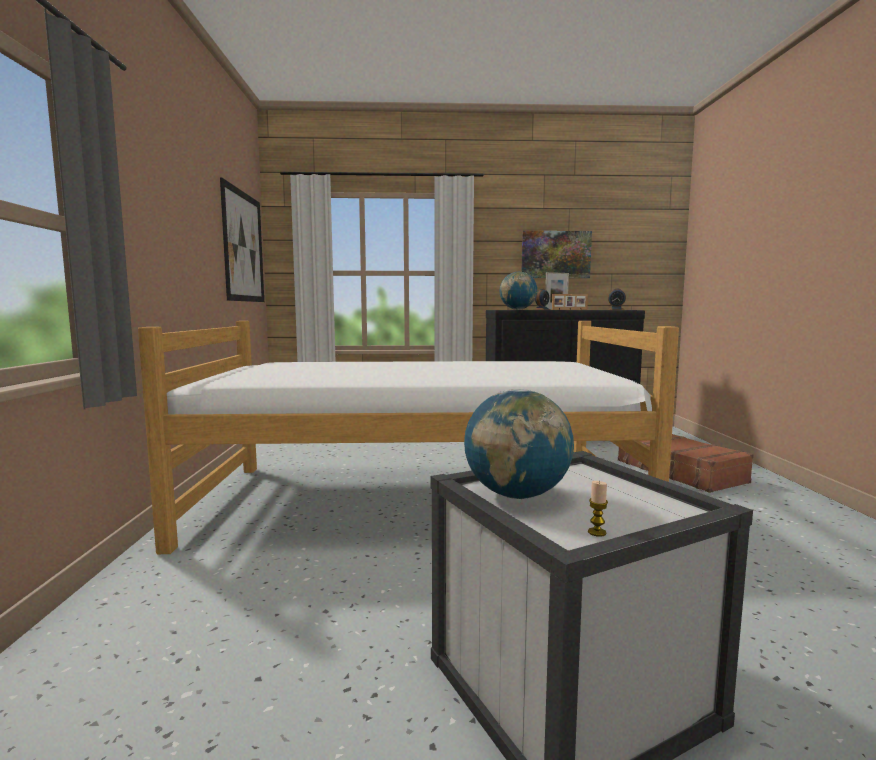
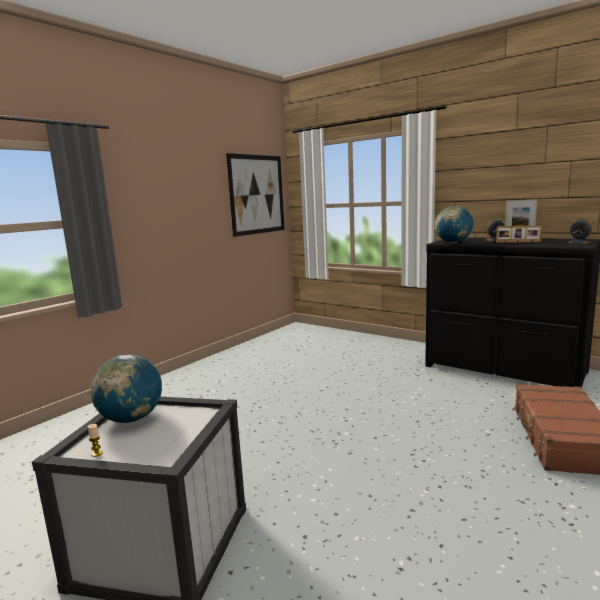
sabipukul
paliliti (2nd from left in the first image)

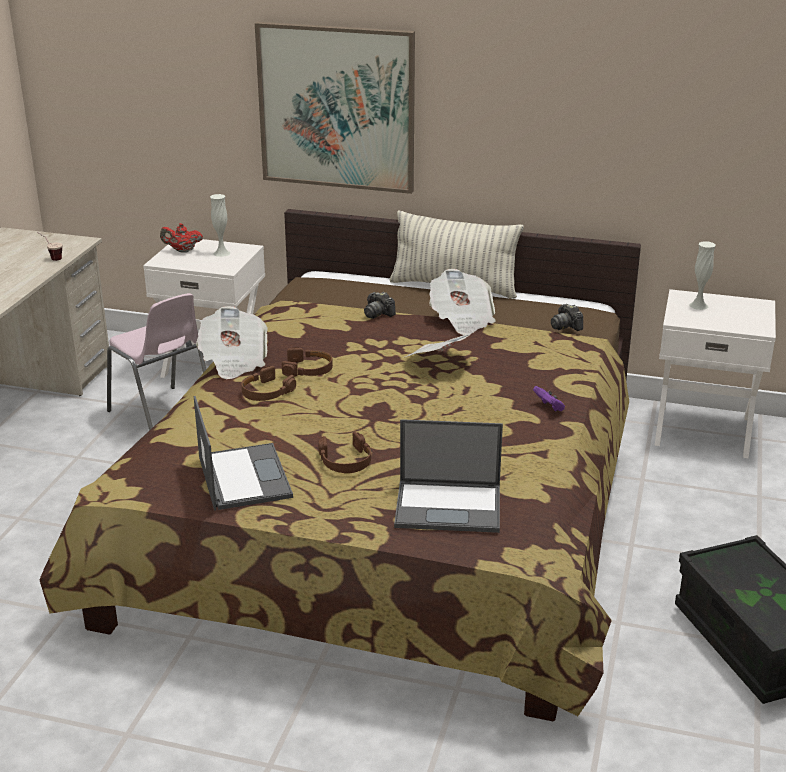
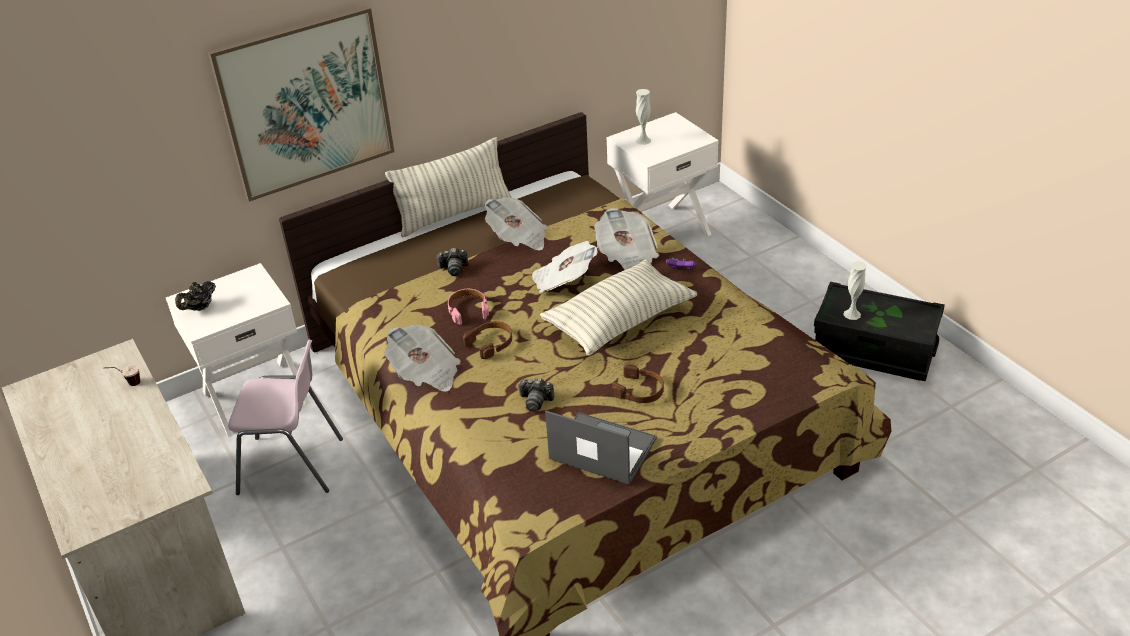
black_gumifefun
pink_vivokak
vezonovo (2nd from left)
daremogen (2nd from left)
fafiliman (4th from left)
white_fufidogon (2nd from left)
brown_vivokak (1st from left in the first image)
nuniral (2nd from left in the first image)

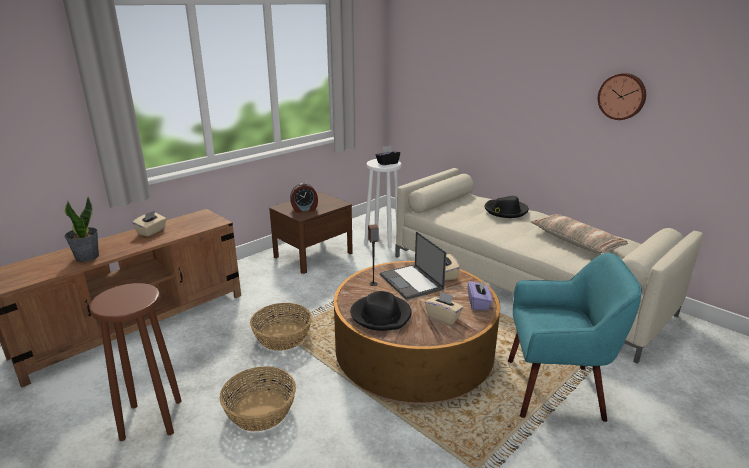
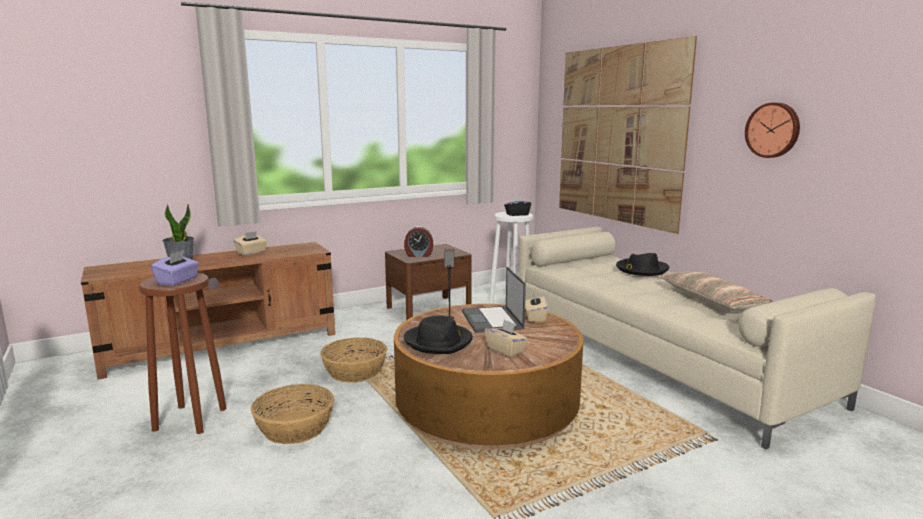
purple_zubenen
paliliti
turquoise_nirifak

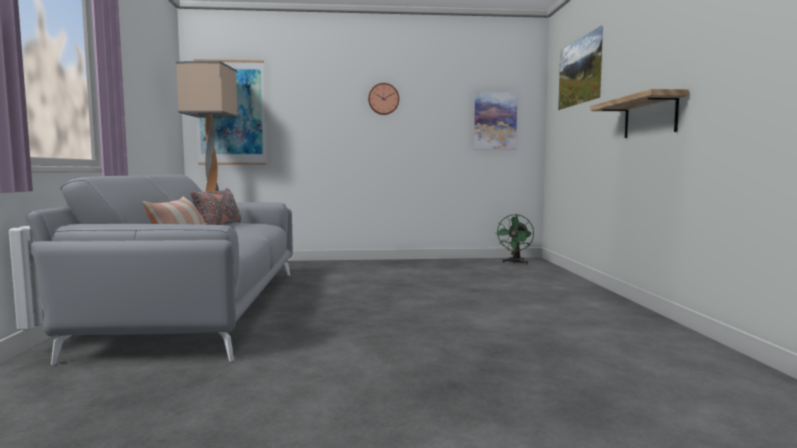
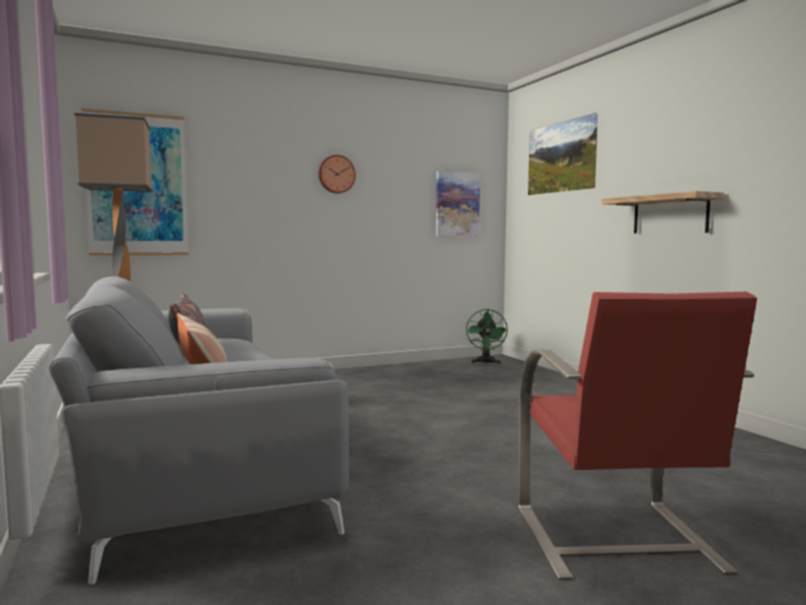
red_nirifak

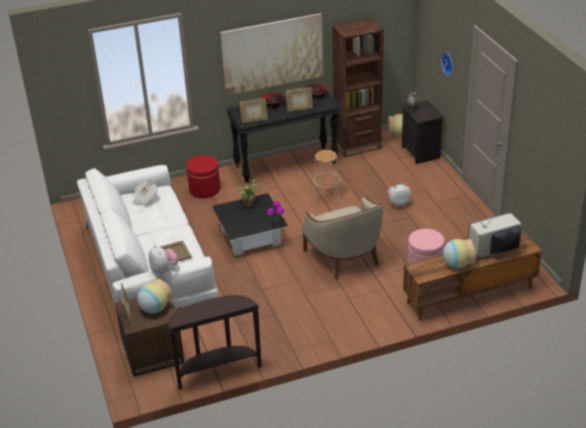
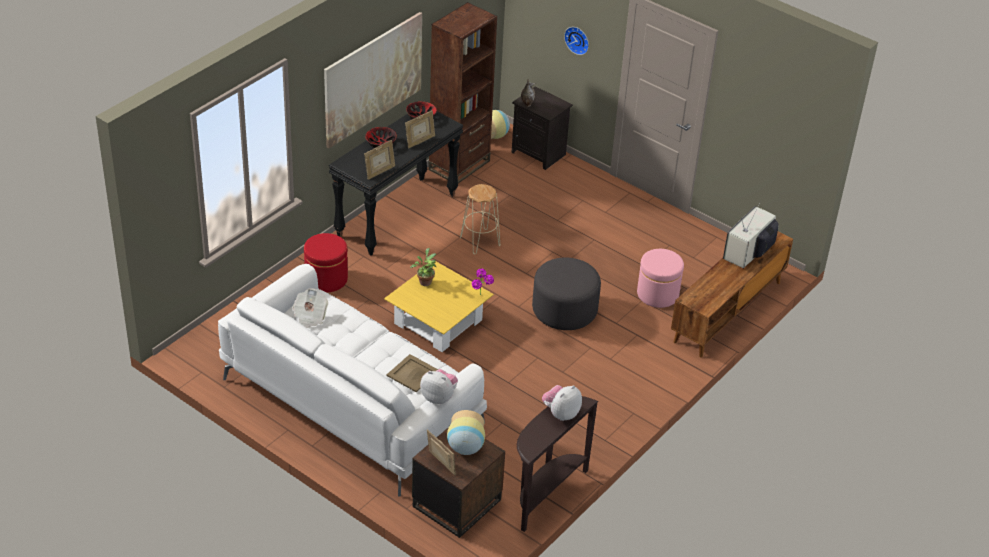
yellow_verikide
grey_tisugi
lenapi (2nd from left)
fufidogon (4th from left in the first image)

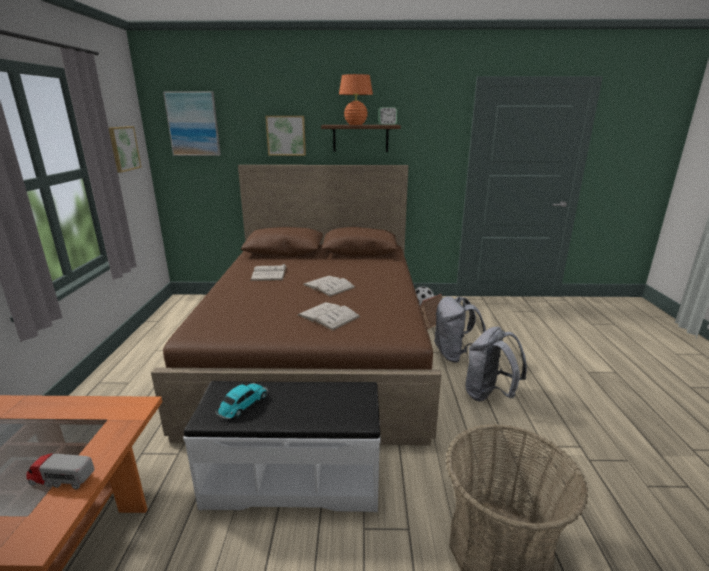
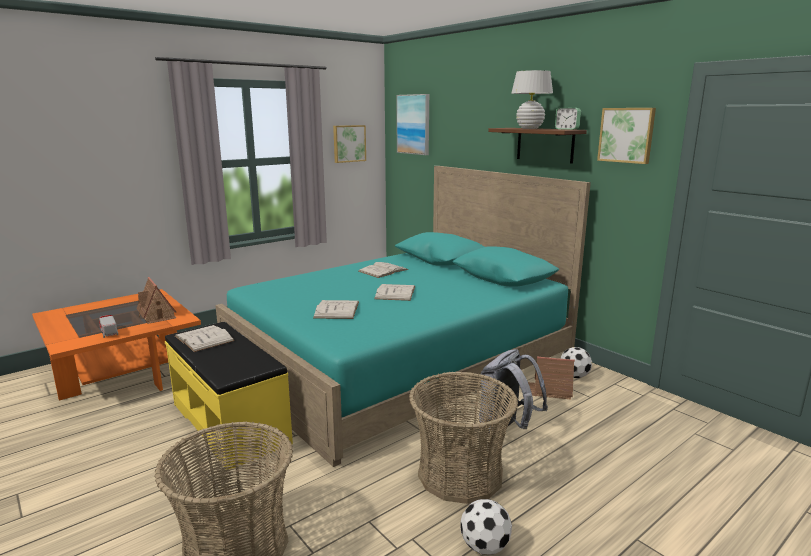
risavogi (1st from left)
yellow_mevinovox
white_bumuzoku (1st from left)
turquoise_sabipukul
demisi (2nd from left)
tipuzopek (1st from left)
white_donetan
paliliti (3rd from left)

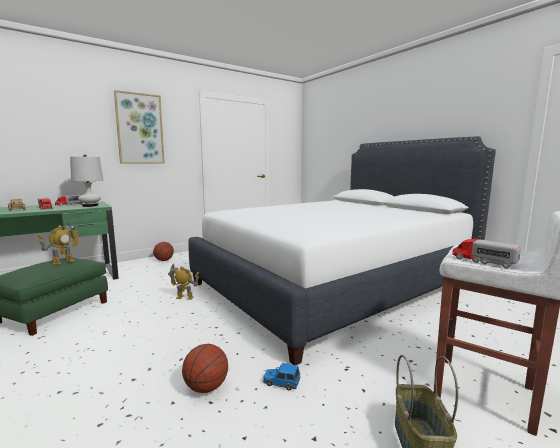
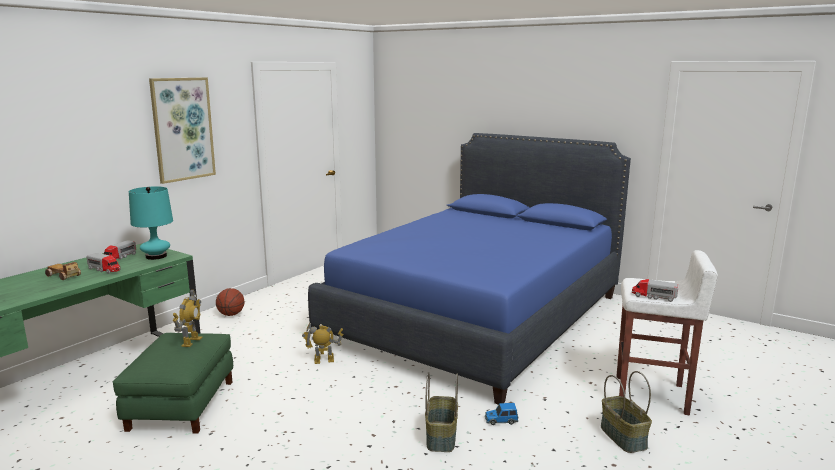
turquoise_donetan
blue_sabipukul
demisi (1st from left)

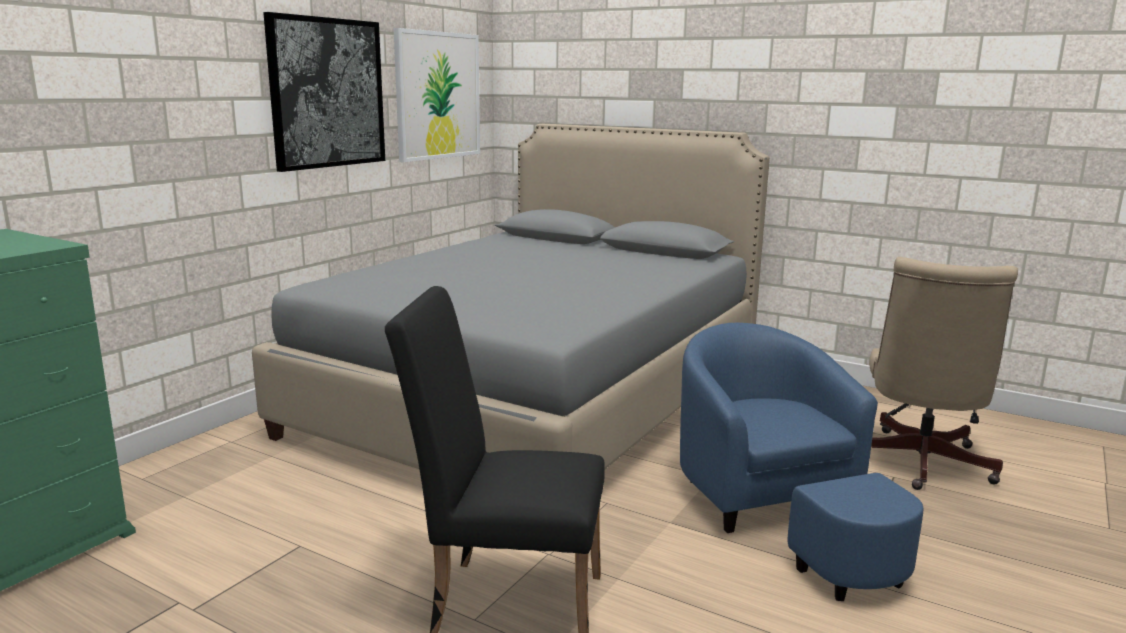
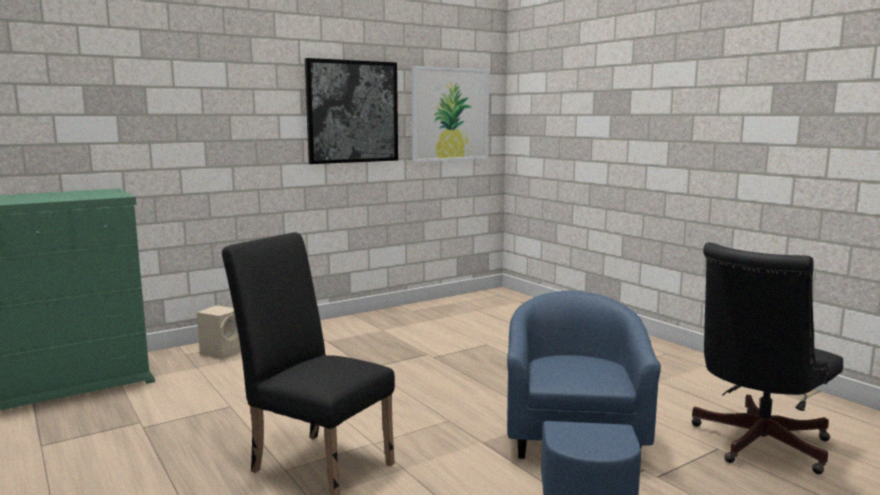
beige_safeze
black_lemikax
grey_sabipukul

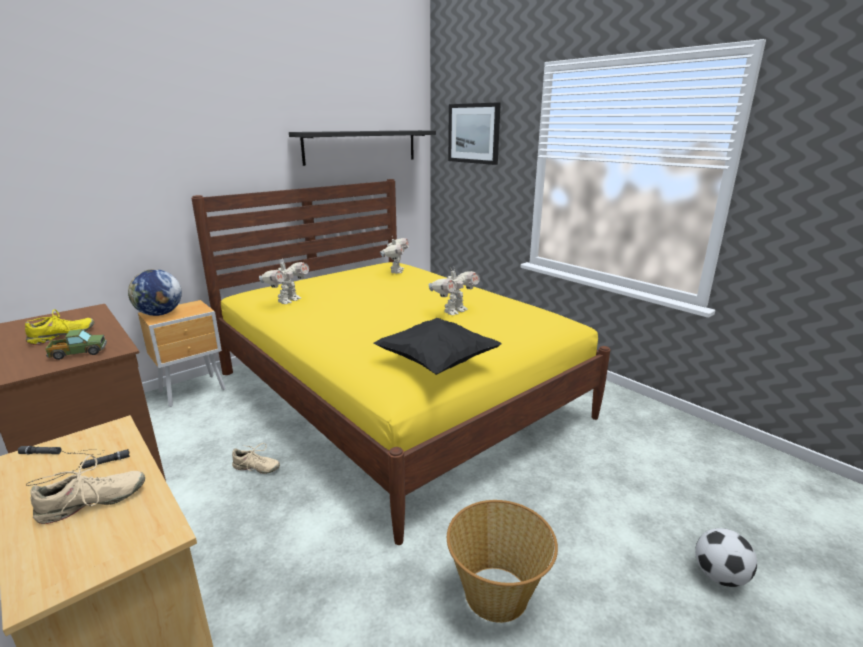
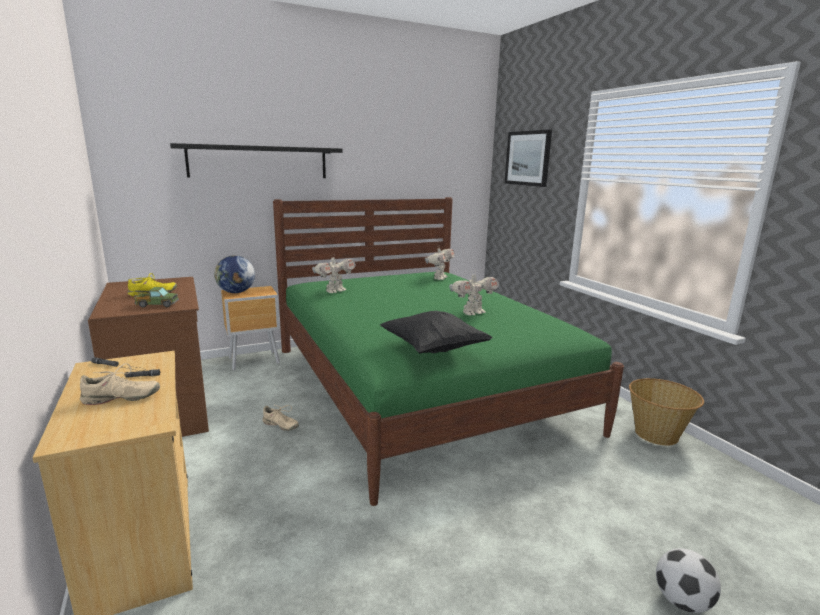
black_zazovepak
green_sabipukul
demisi

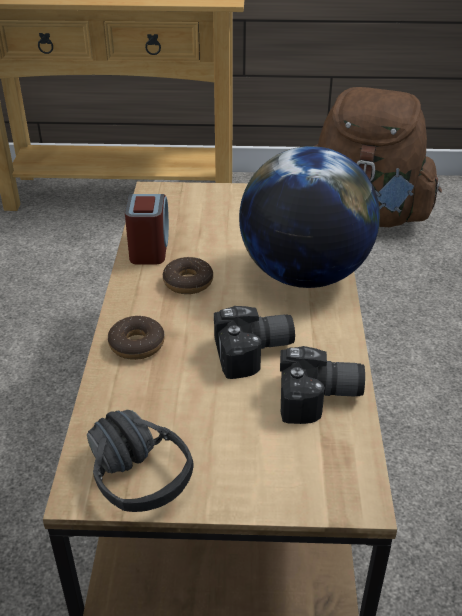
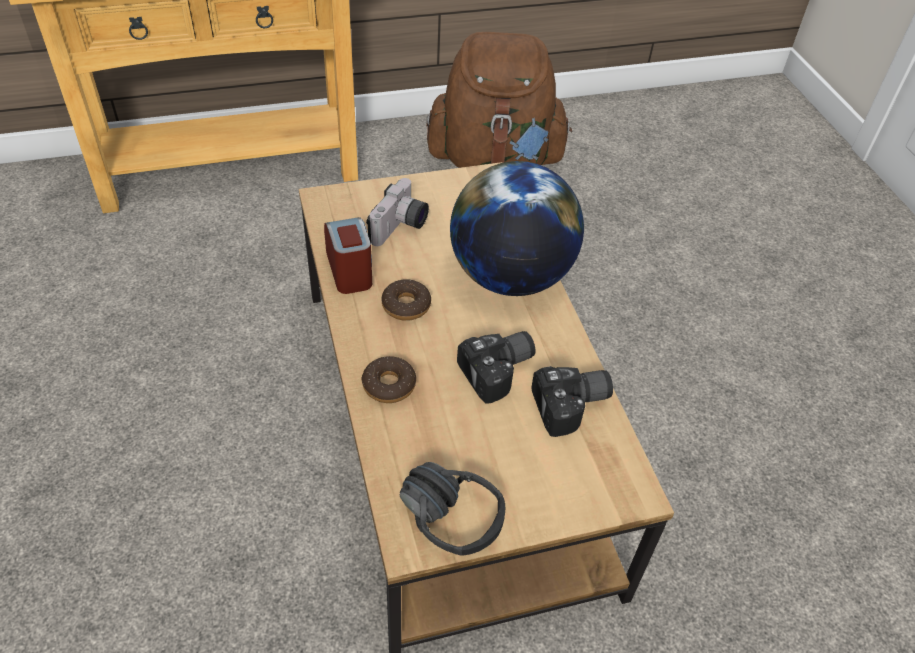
vezonovo (1st from left)

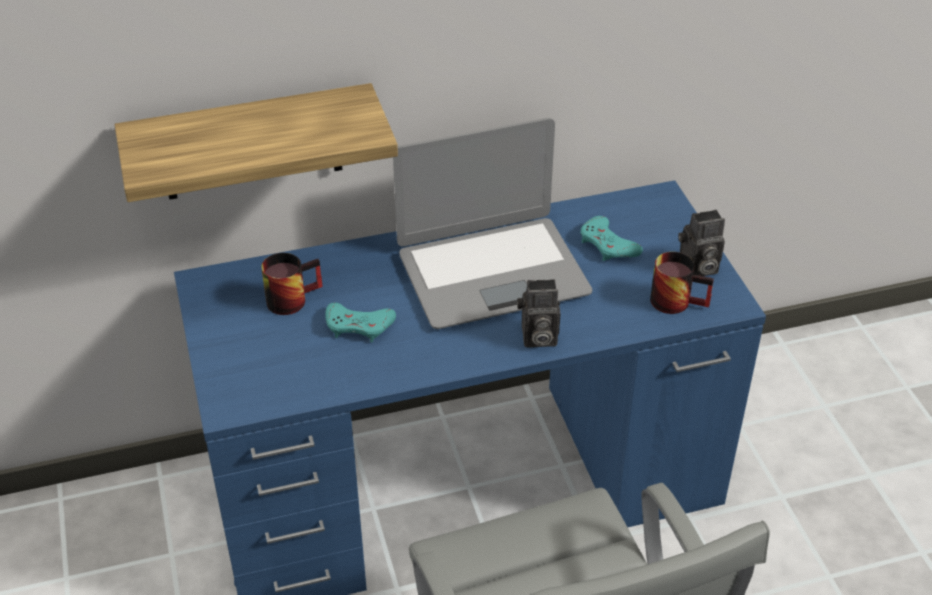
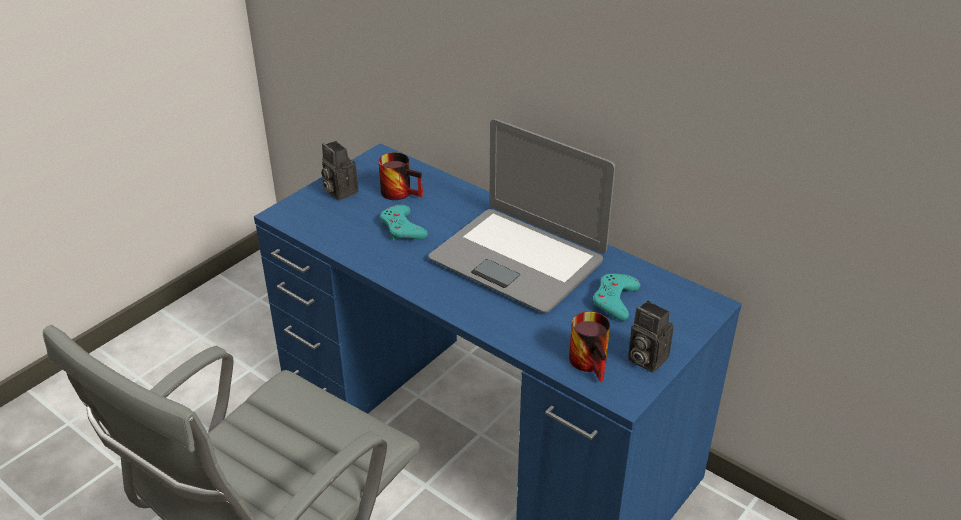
vezonovo (1st from left)
zazovepak

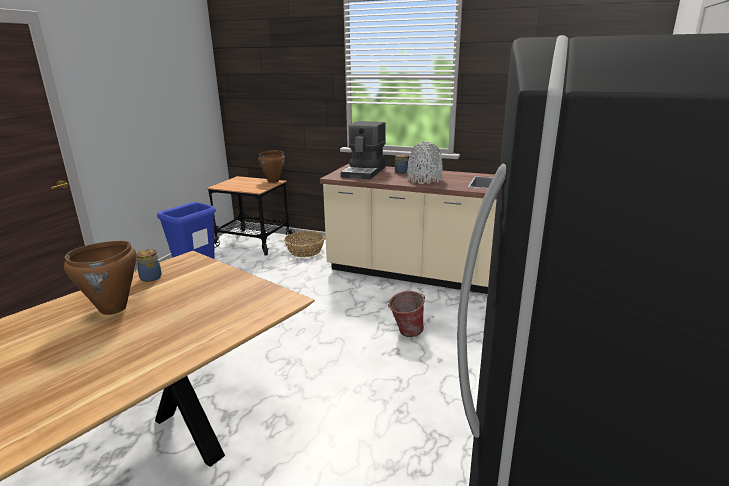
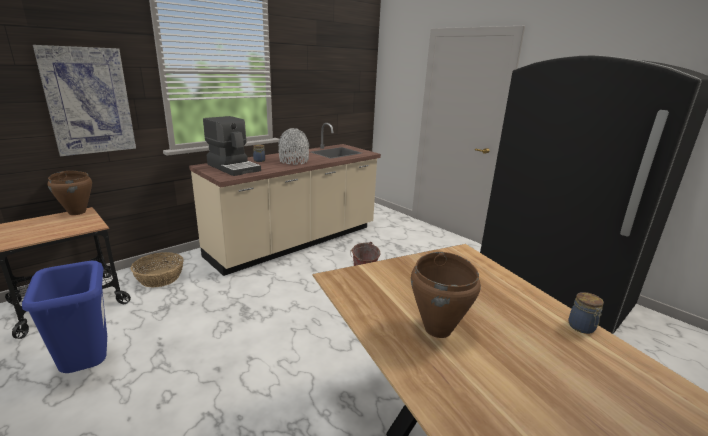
paliliti
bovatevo (2nd from left)

